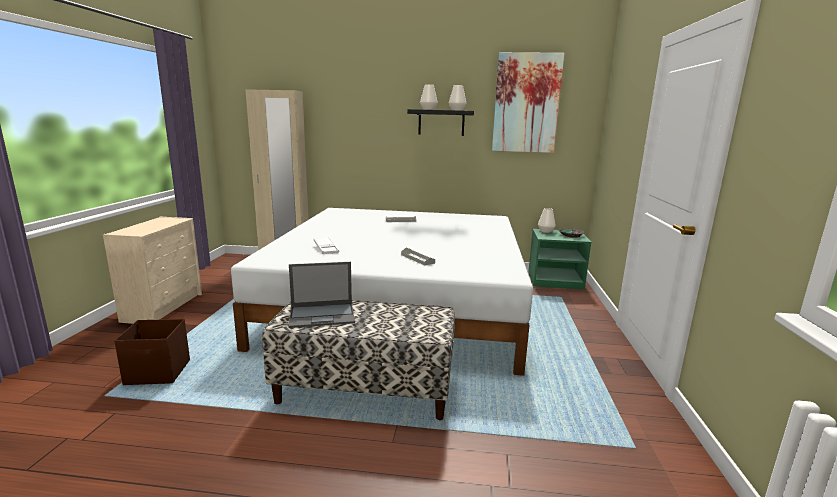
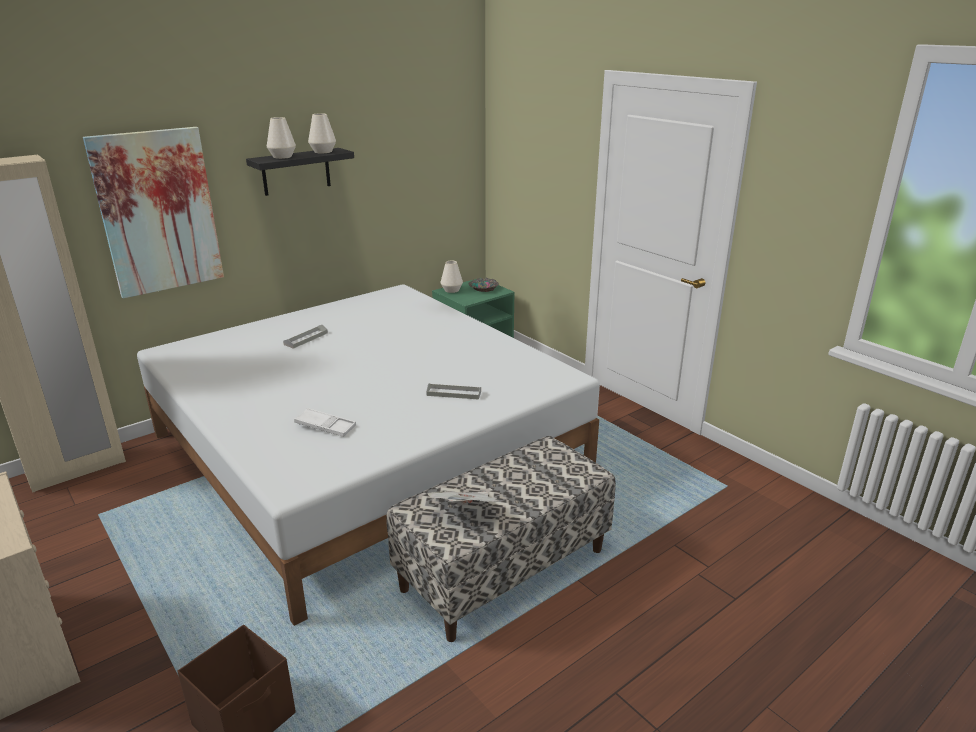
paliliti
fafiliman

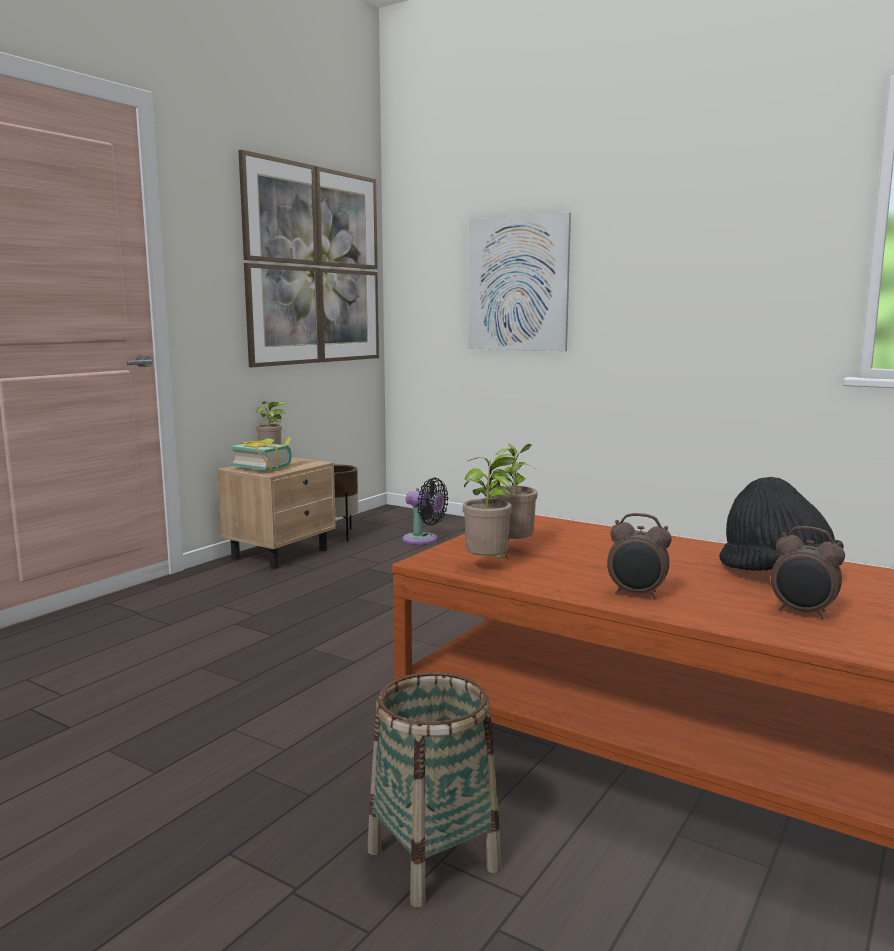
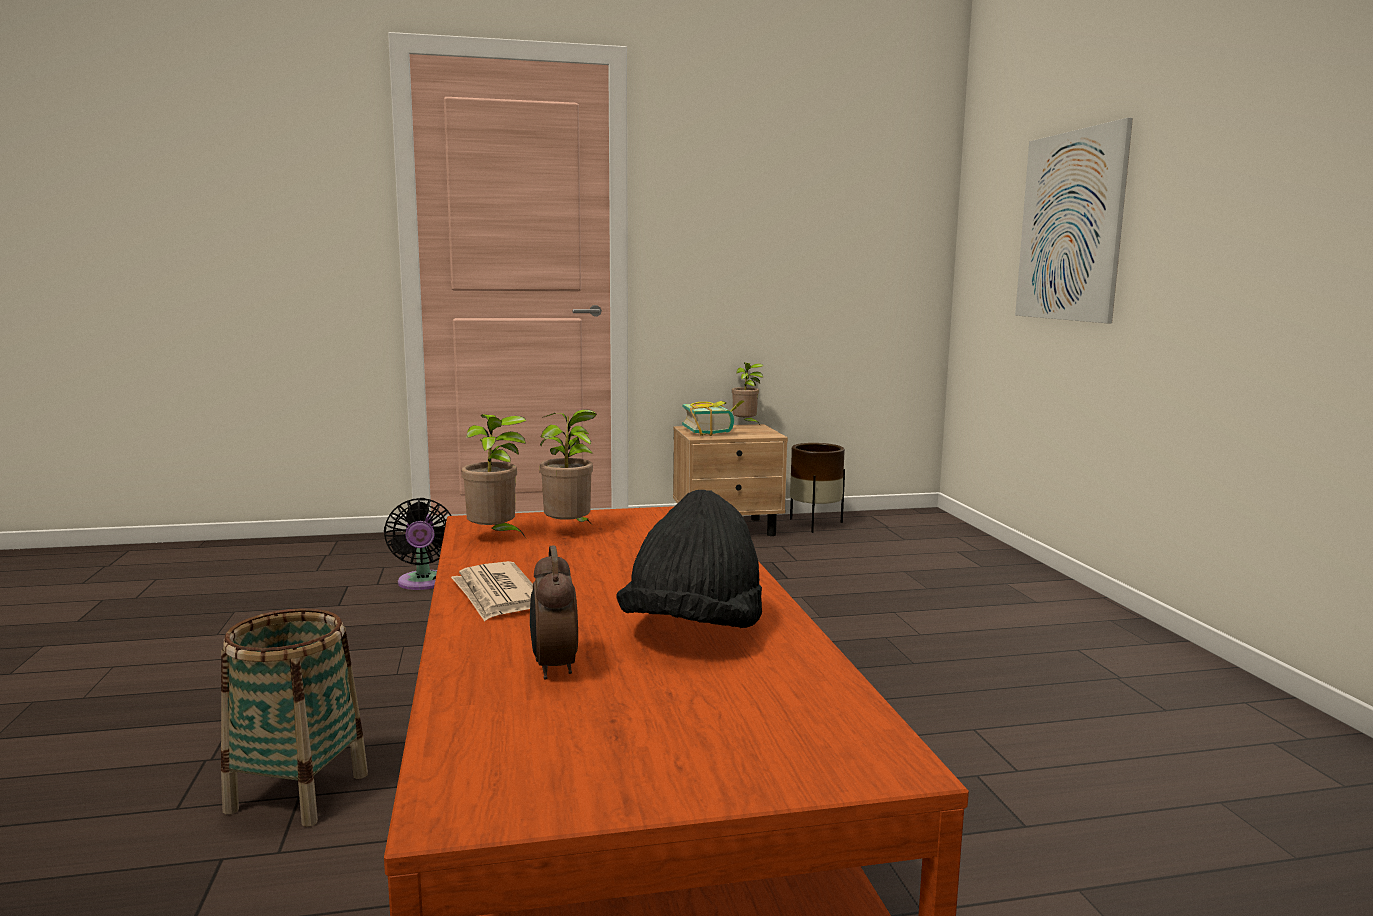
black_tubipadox
fafiliman
paliliti (1st from left in the first image)

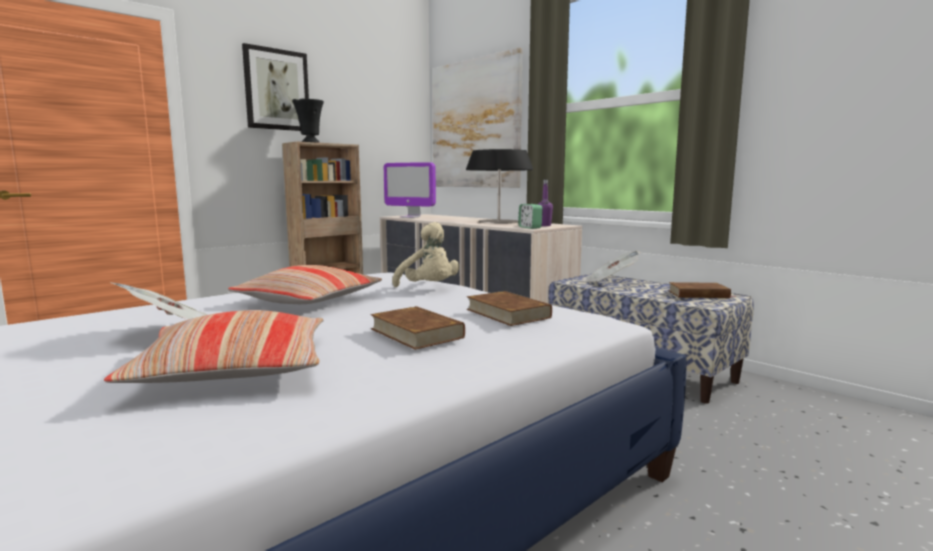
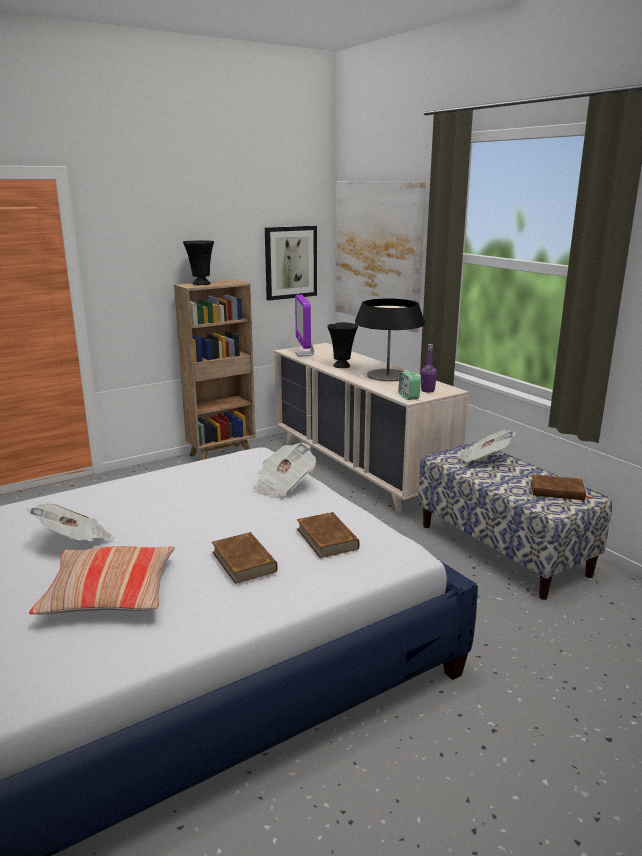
fafiliman (2nd from left)
paliliti (1st from left)
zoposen
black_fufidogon (2nd from left)
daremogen (2nd from left in the first image)

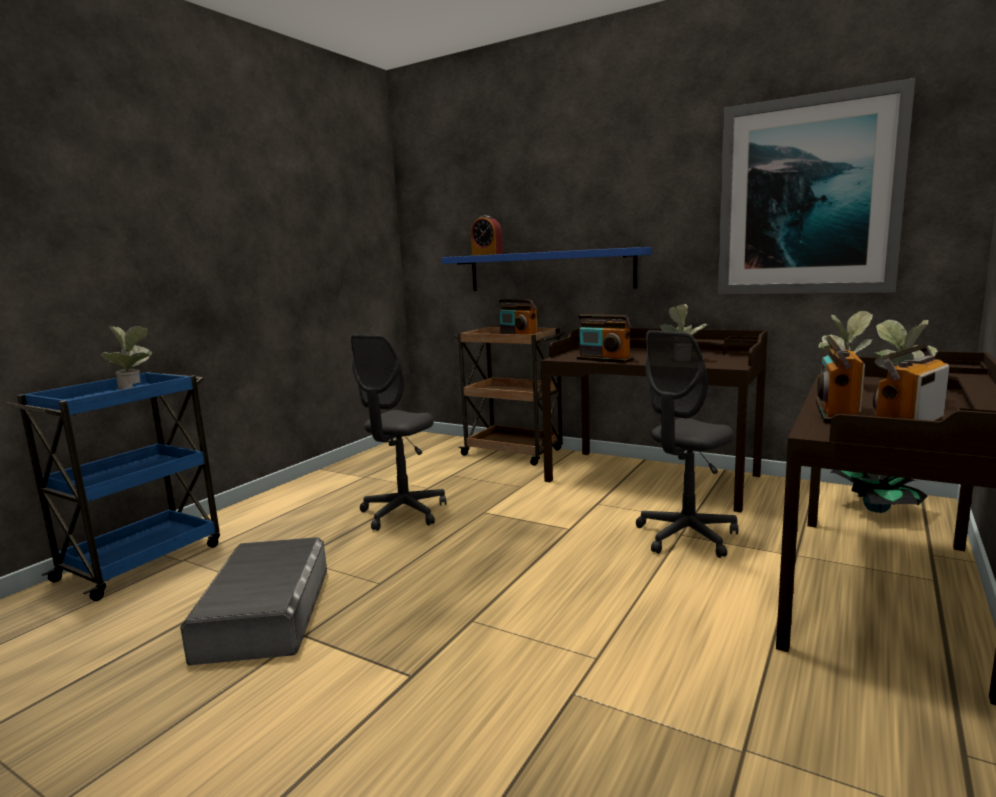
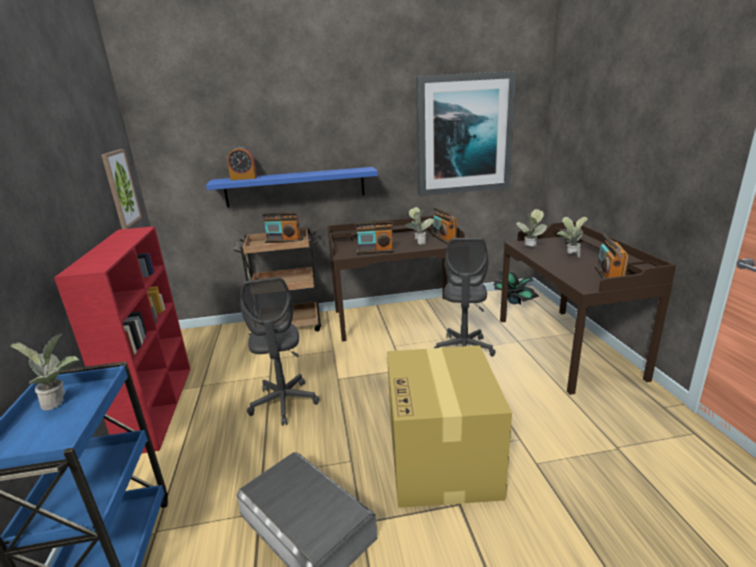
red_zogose
paliliti (1st from left)
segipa
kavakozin (3rd from left)

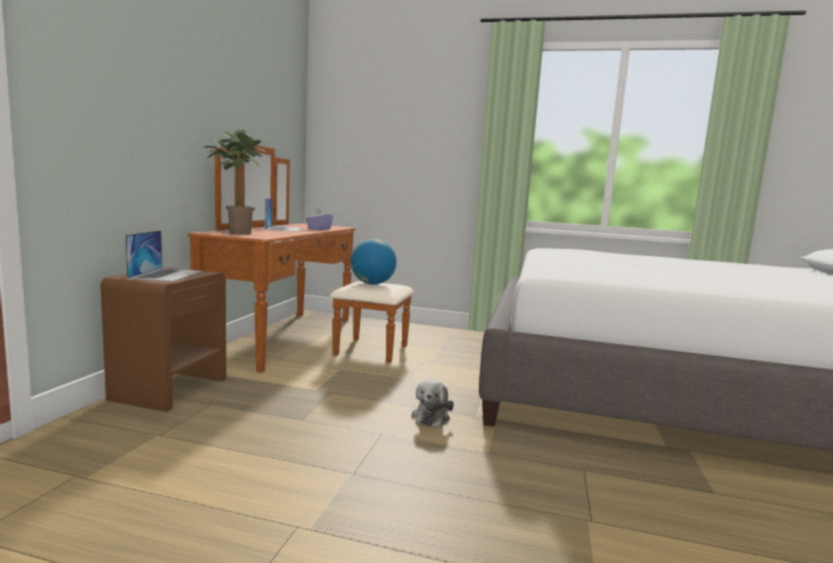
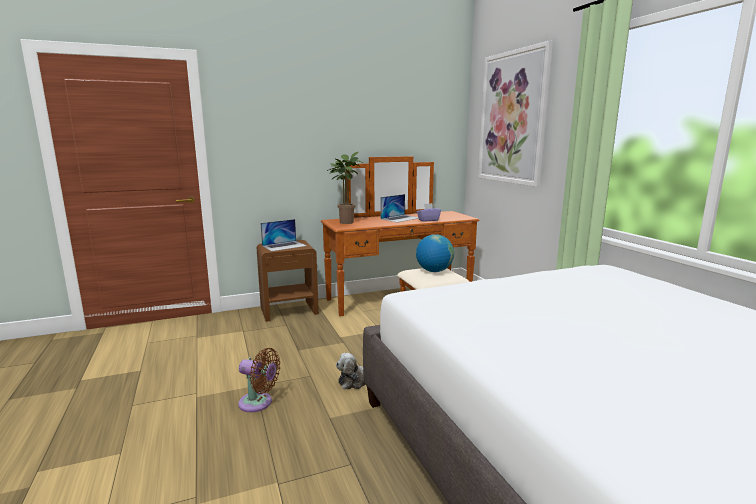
brown_tubipadox
paliliti

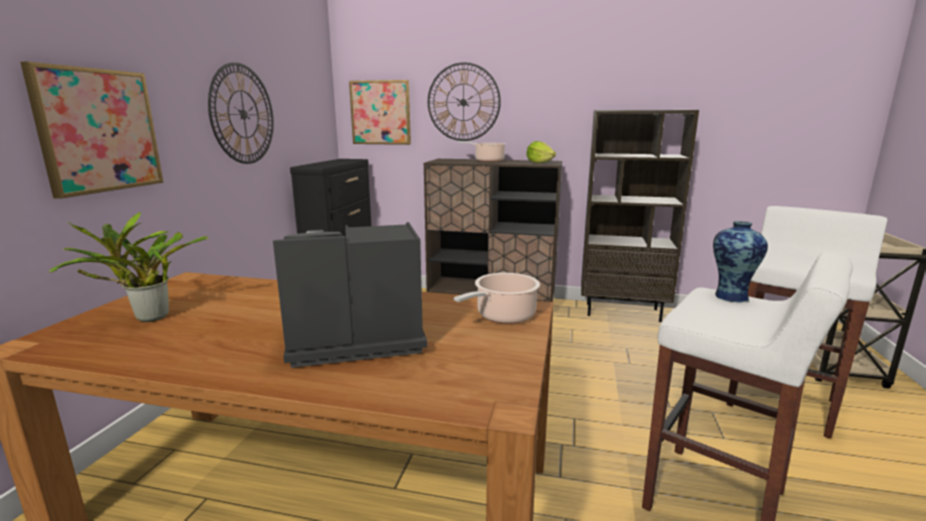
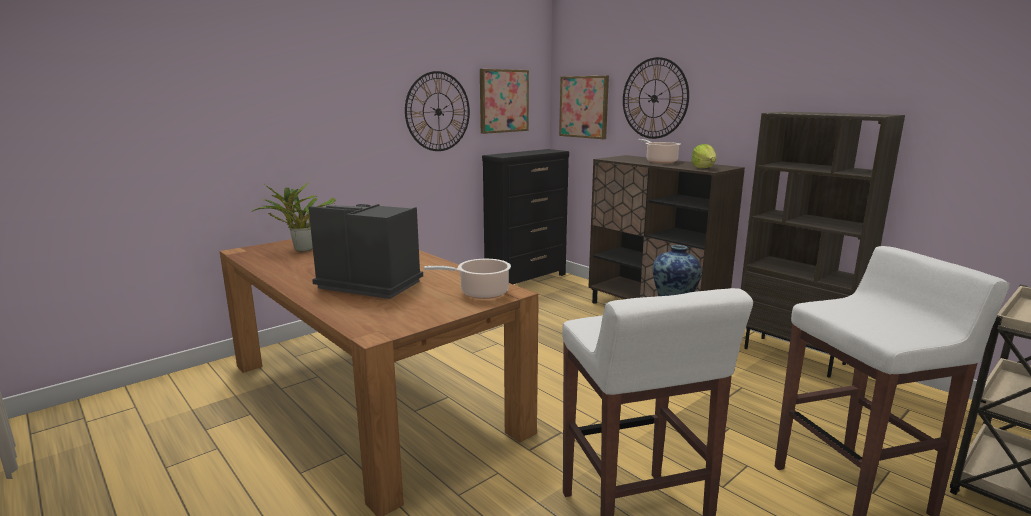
paliliti (1st from left)

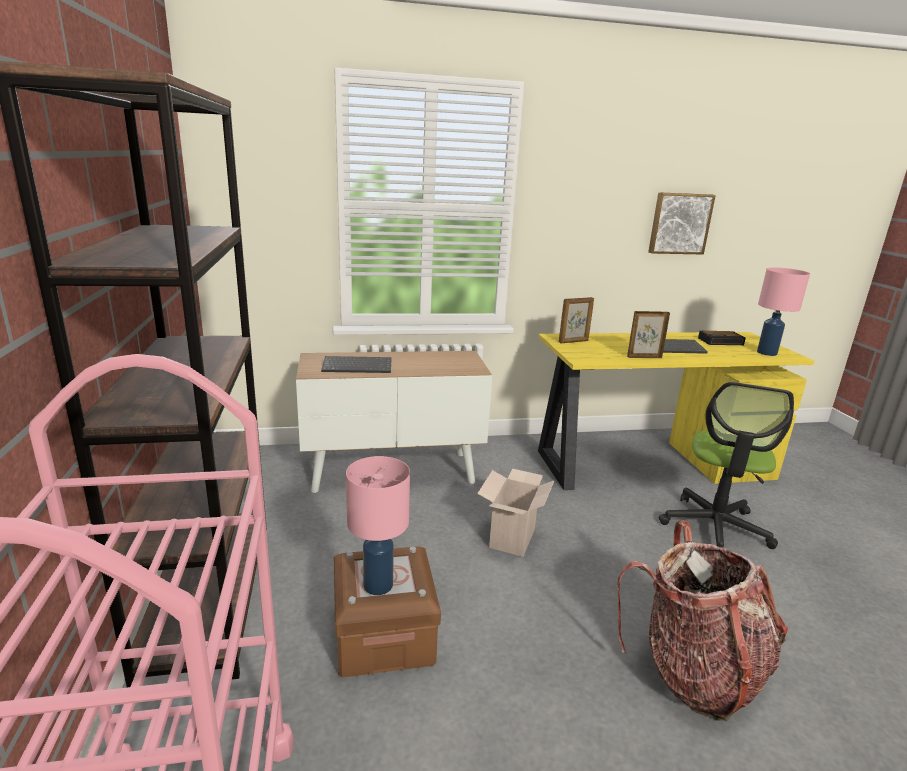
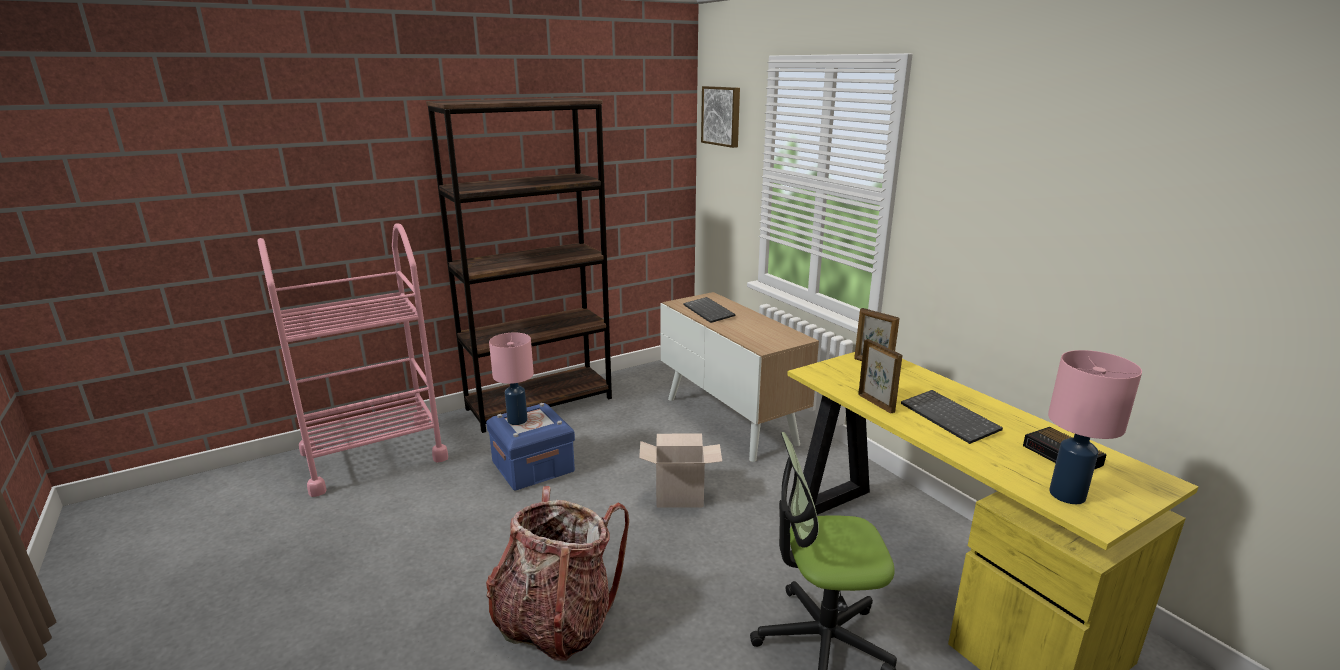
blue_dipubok
paliliti

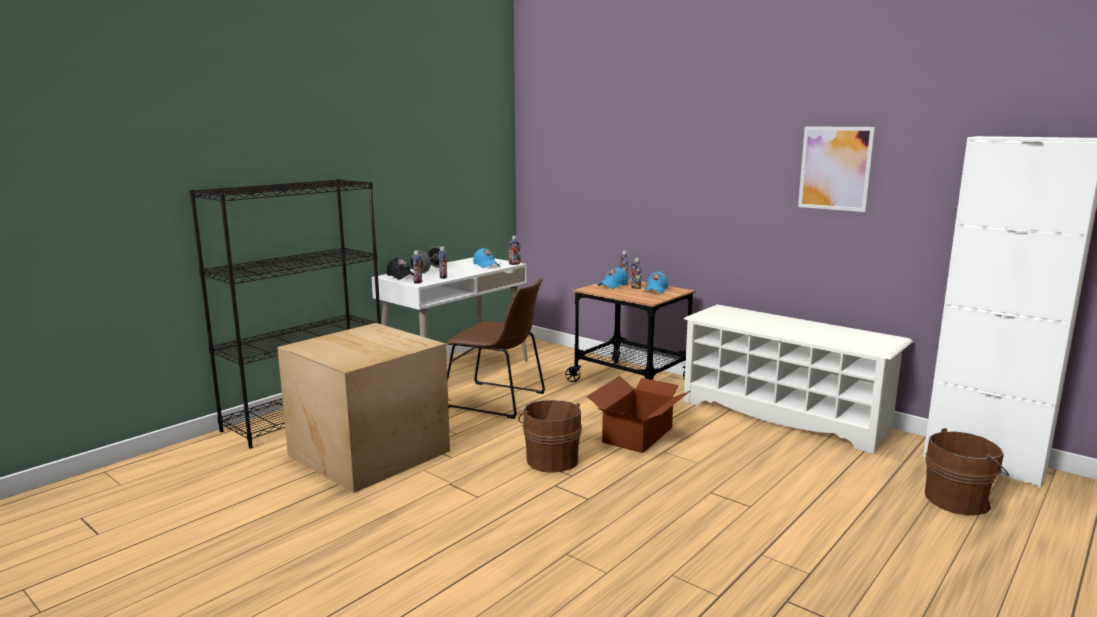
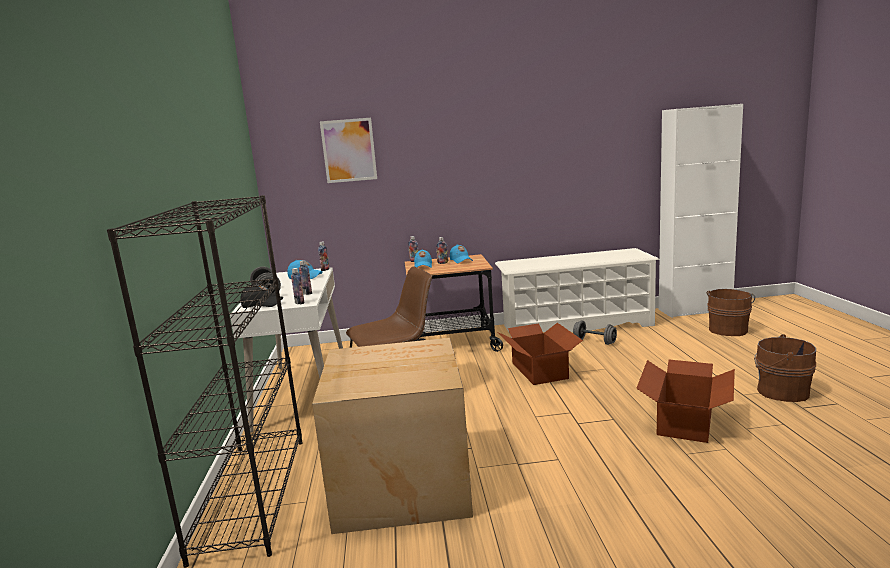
paliliti
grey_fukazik (2nd from left)
segipa (3rd from left)
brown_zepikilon (2nd from left)

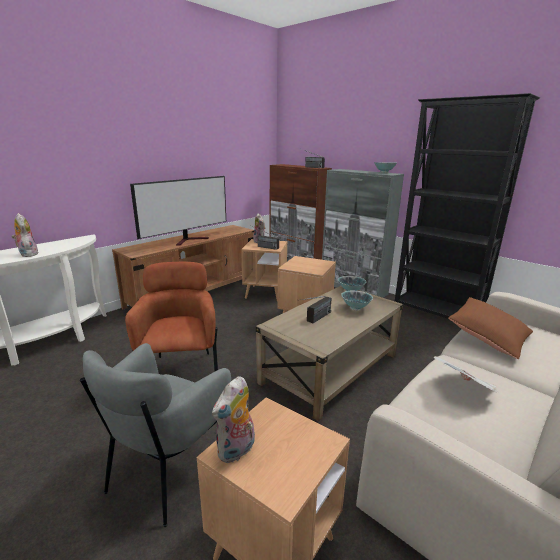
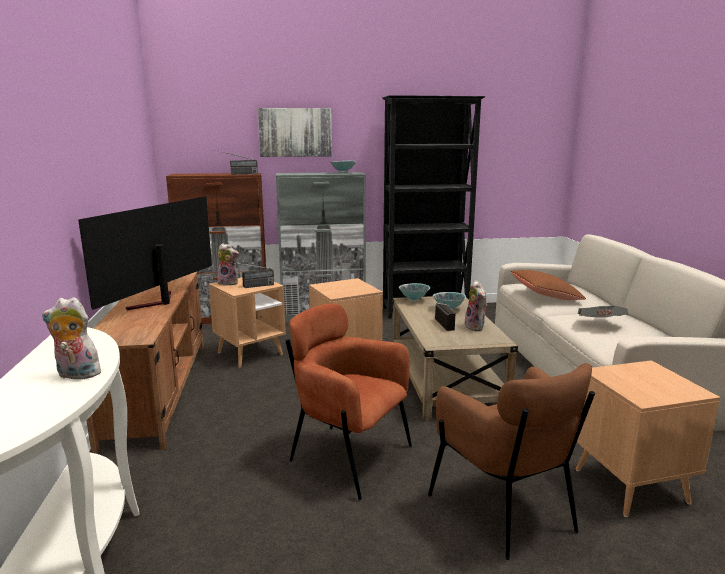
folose
paliliti
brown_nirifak (2nd from left)
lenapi (3rd from left)

